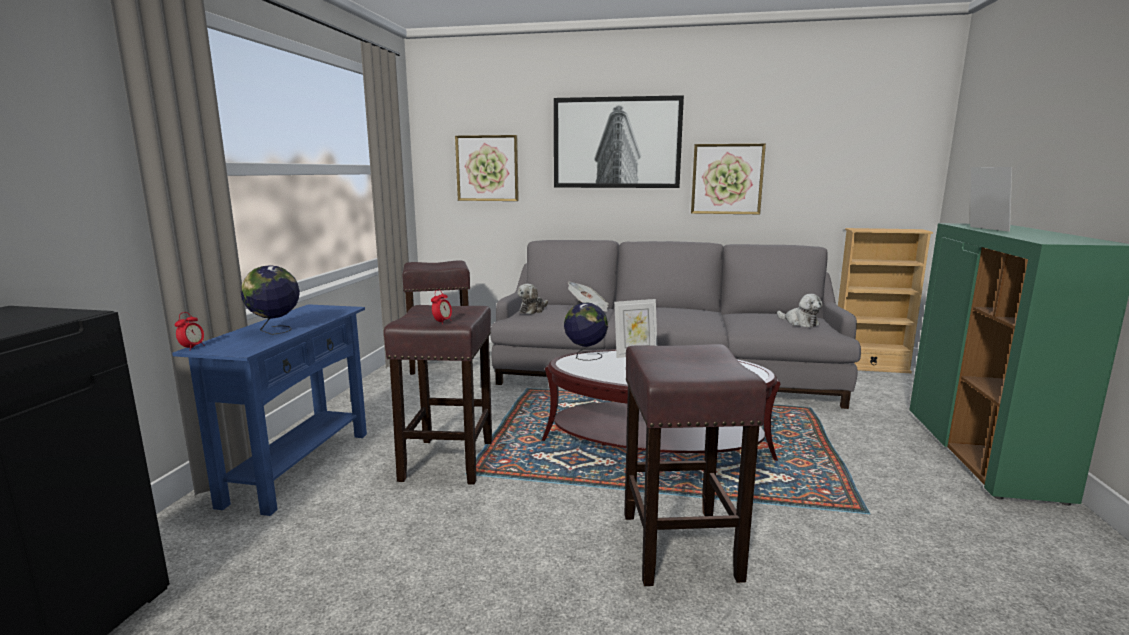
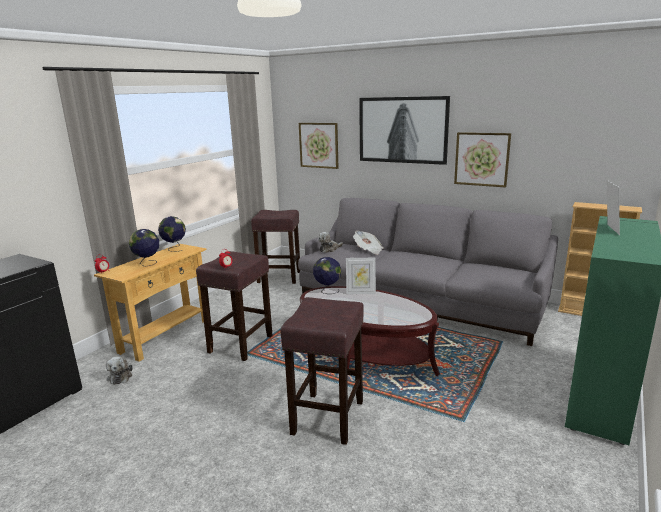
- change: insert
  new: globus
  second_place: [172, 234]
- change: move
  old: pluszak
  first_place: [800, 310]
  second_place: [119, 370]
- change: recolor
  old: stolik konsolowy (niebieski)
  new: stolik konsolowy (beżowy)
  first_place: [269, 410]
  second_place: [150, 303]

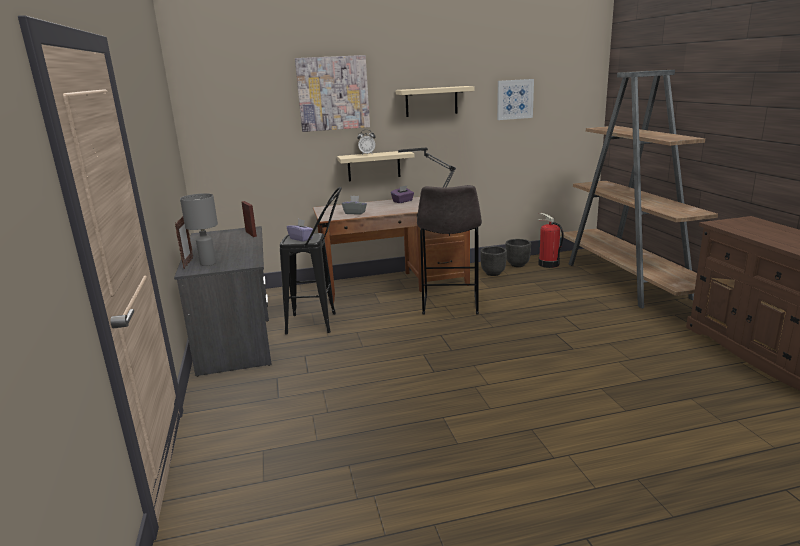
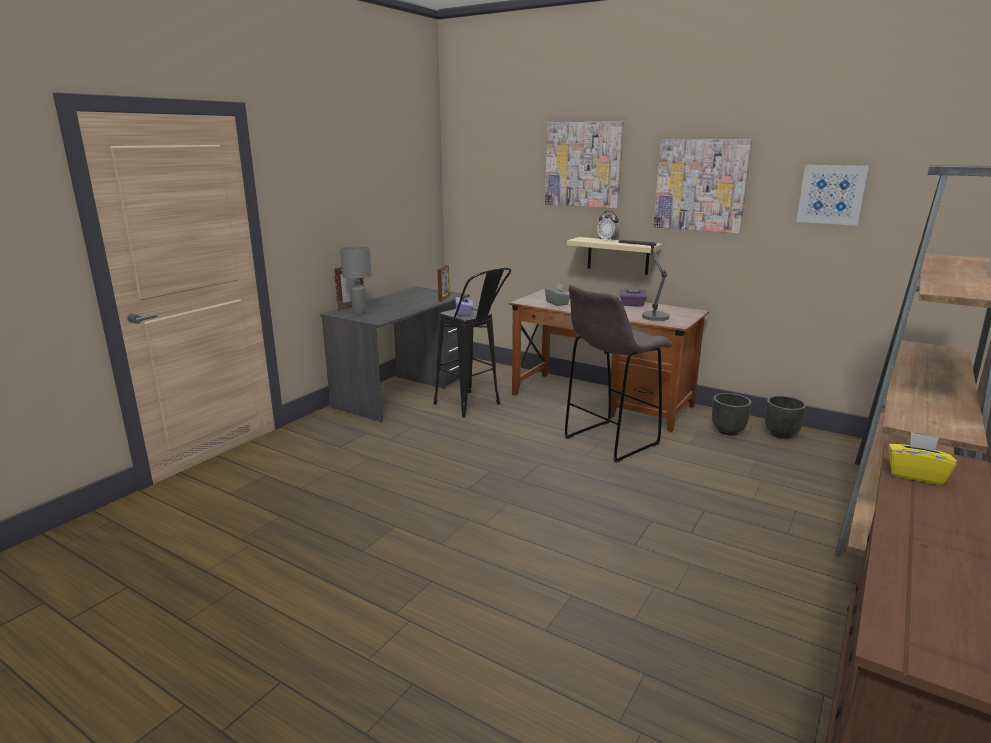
- change: delete
  old: gaśnica
  first_place: [550, 240]
- change: insert
  new: pudełko chusteczek (żółty)
  second_place: [922, 458]
- change: replace
  old: półka (beżowy)
  new: obraz
  first_place: [435, 101]
  second_place: [702, 186]

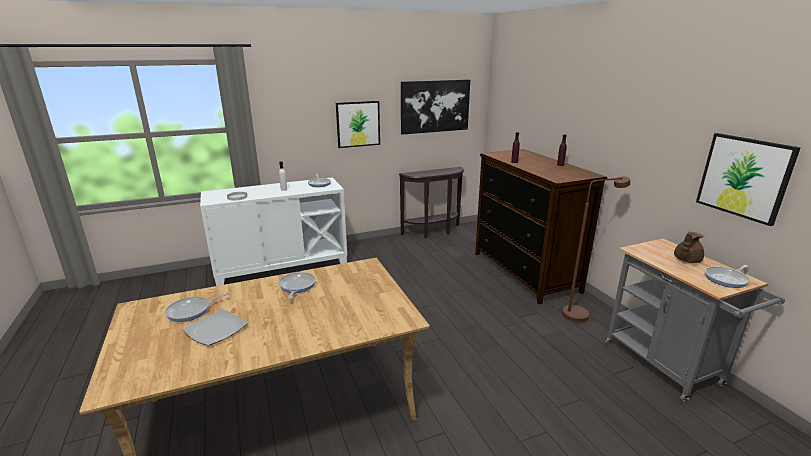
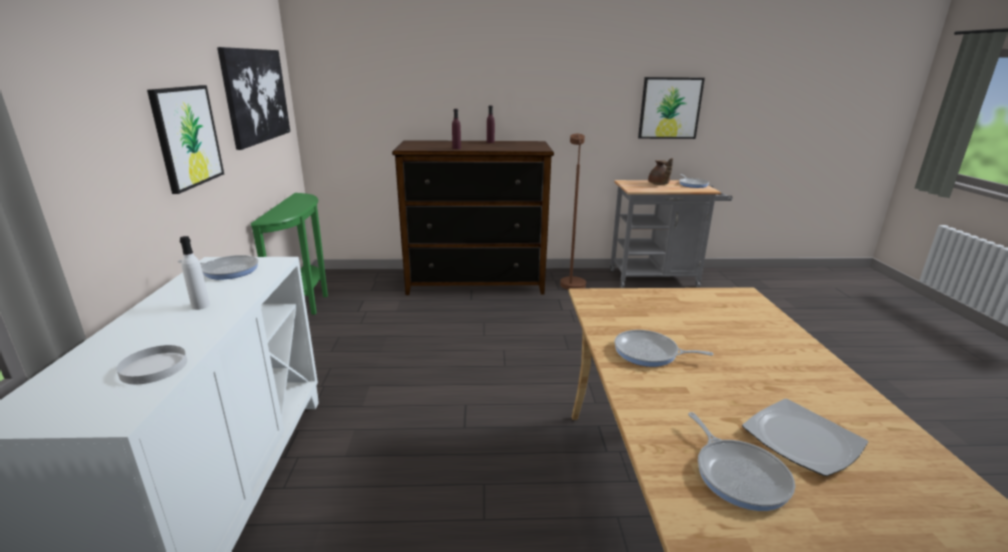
- change: recolor
  old: stolik konsolowy (brązowy)
  new: stolik konsolowy (zielony)
  first_place: [431, 202]
  second_place: [289, 254]

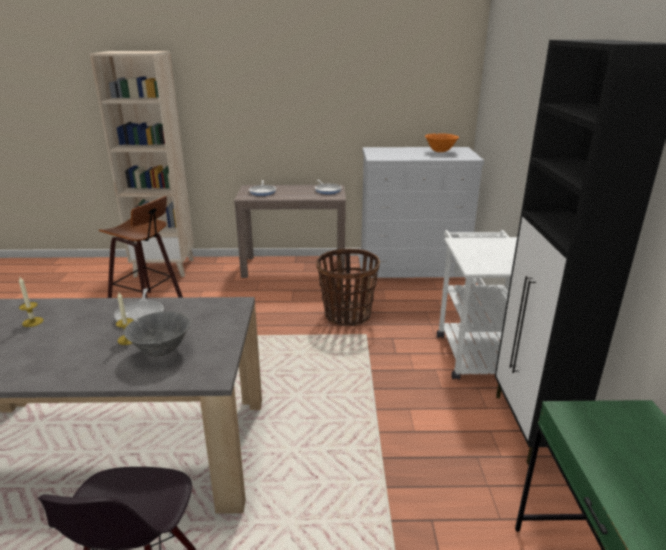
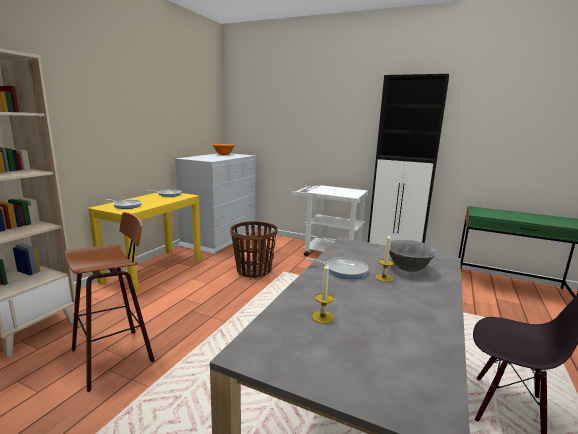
- change: recolor
  old: stolik konsolowy (brązowy)
  new: stolik konsolowy (żółty)
  first_place: [290, 231]
  second_place: [144, 242]

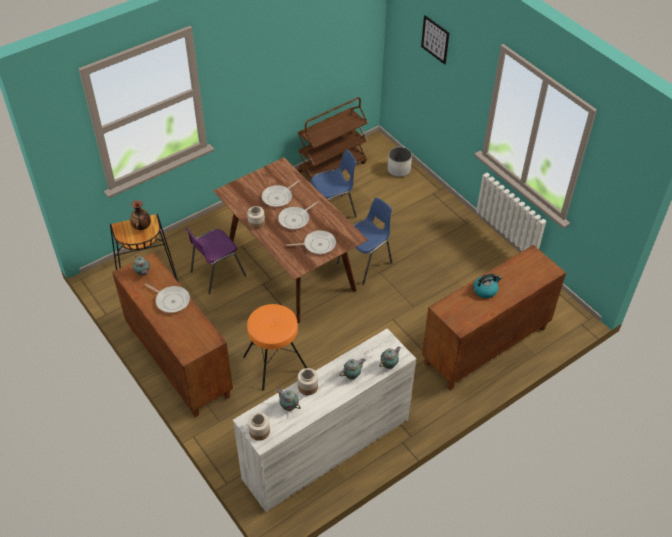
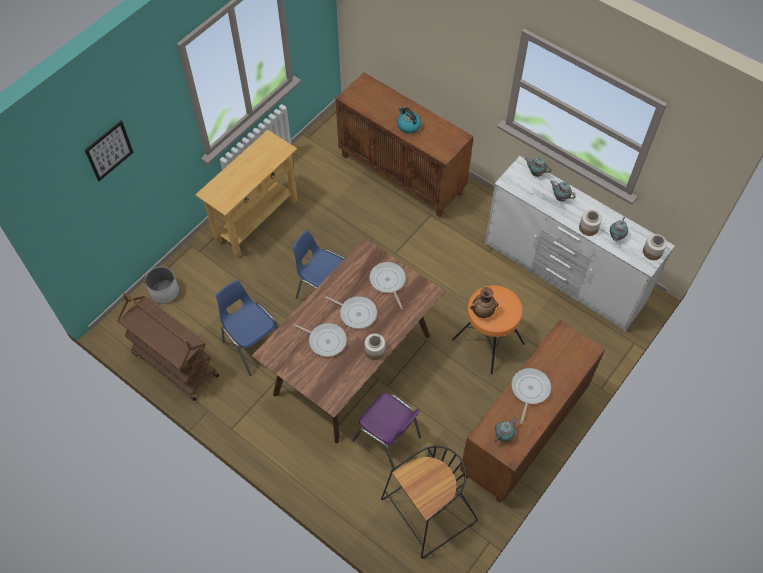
- change: insert
  new: stolik konsolowy (beżowy)
  second_place: [246, 194]
- change: move
  old: wazon
  first_place: [140, 215]
  second_place: [484, 302]

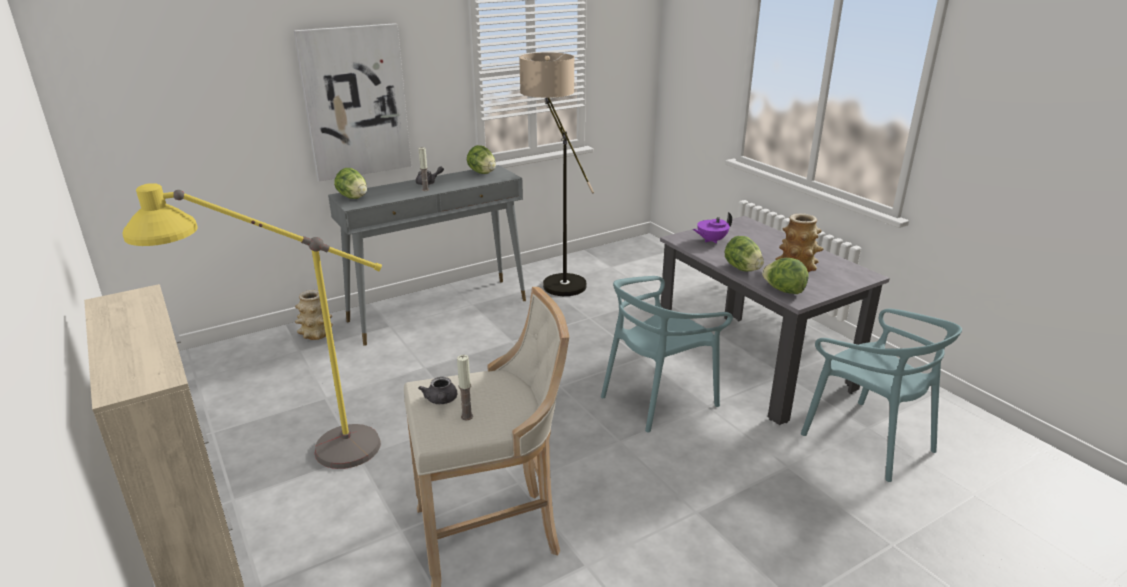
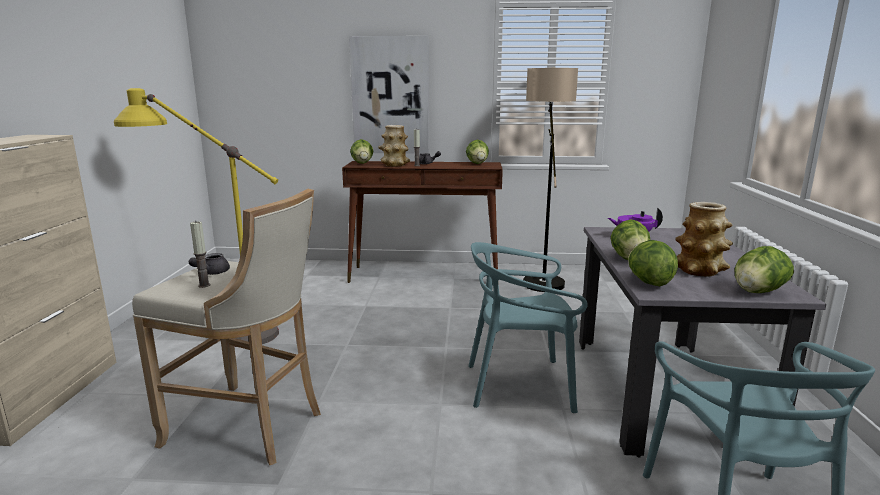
- change: insert
  new: sałata
  second_place: [764, 269]
- change: move
  old: wazon
  first_place: [314, 315]
  second_place: [394, 146]
- change: recolor
  old: stolik konsolowy (szary)
  new: stolik konsolowy (brązowy)
  first_place: [427, 255]
  second_place: [422, 222]

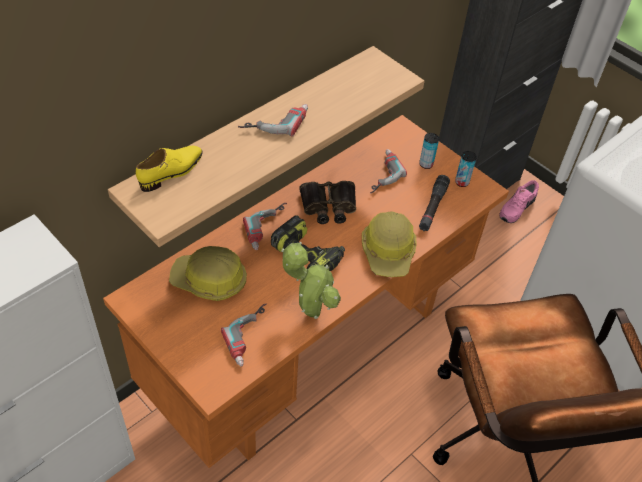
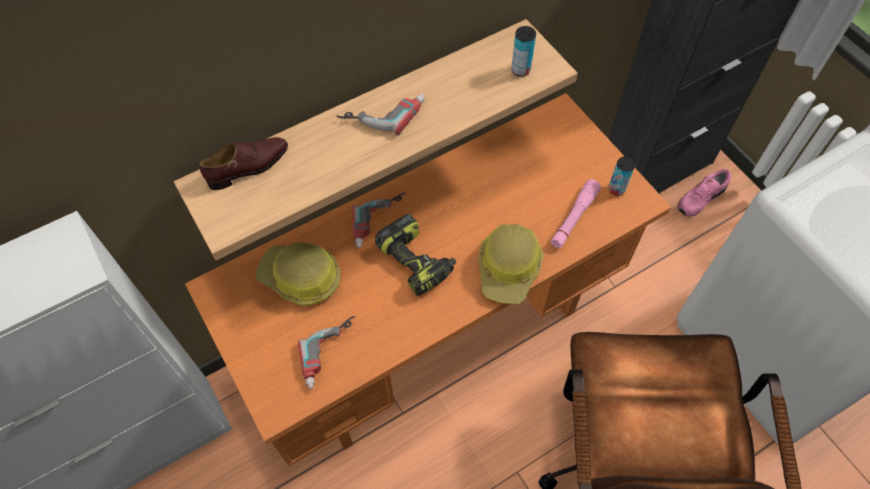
- change: delete
  old: roślina doniczkowa
  first_place: [311, 280]
- change: delete
  old: lornetka
  first_place: [327, 202]
- change: delete
  old: wiertarka
  first_place: [388, 171]
- change: move
  old: puszka
  first_place: [429, 151]
  second_place: [523, 51]
- change: recolor
  old: but (żółty)
  new: but (brązowy)
  first_place: [169, 169]
  second_place: [243, 163]
- change: recolor
  old: latarka (czarny)
  new: latarka (różowy)
  first_place: [434, 203]
  second_place: [576, 214]

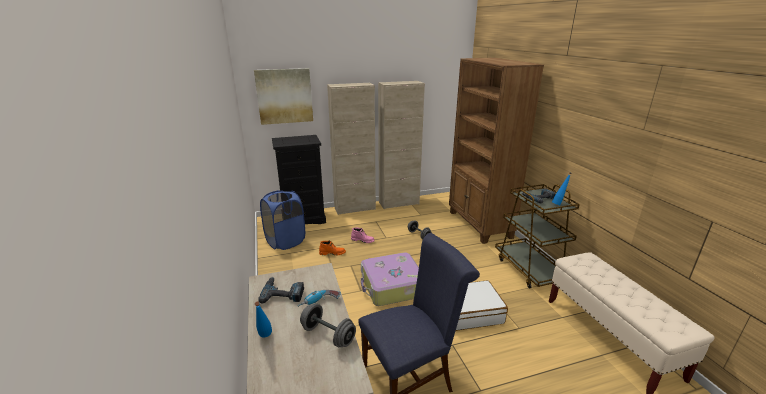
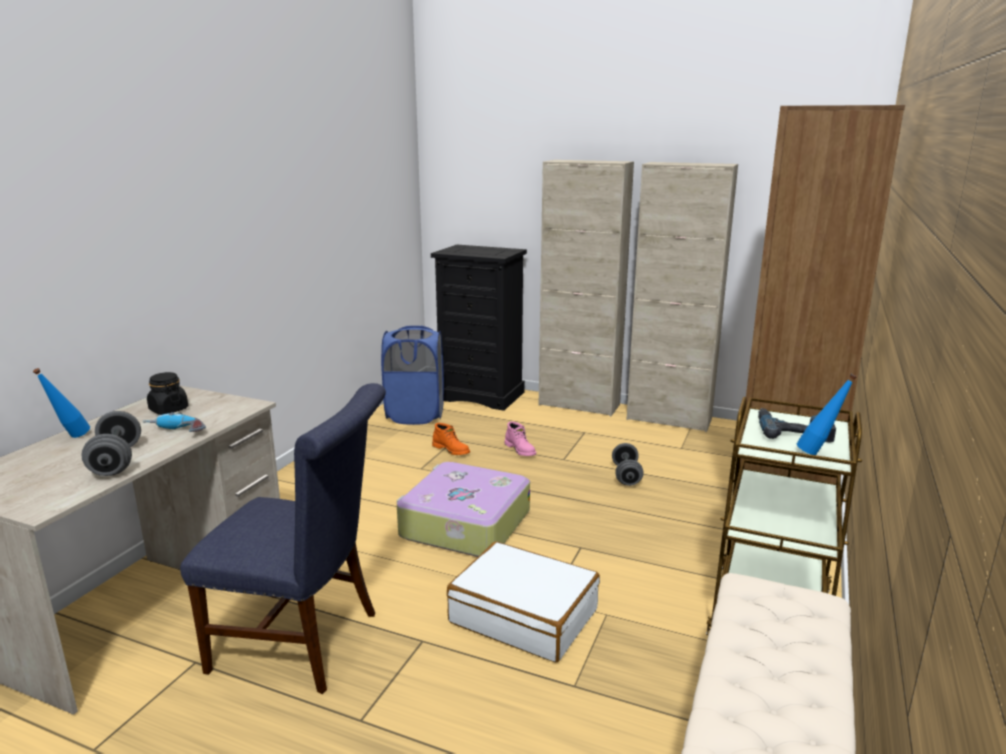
- change: delete
  old: obraz
  first_place: [283, 96]
- change: replace
  old: wiertarka
  new: słoik (czarny)
  first_place: [281, 290]
  second_place: [167, 393]

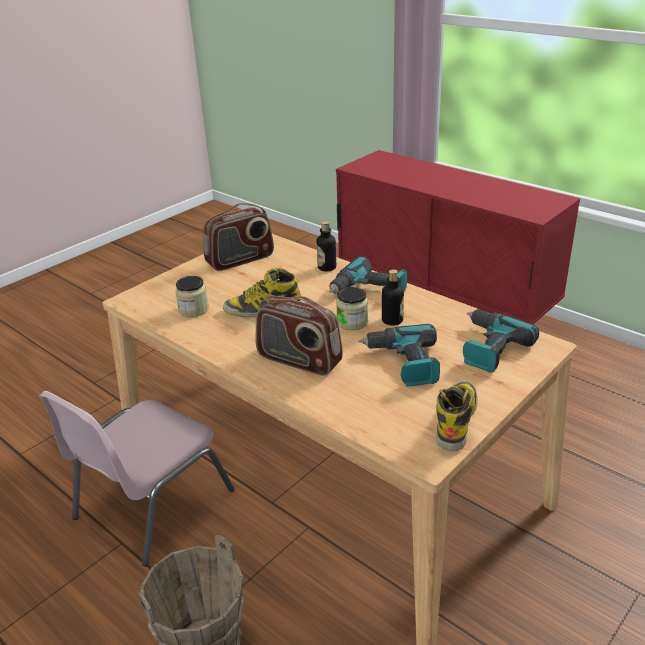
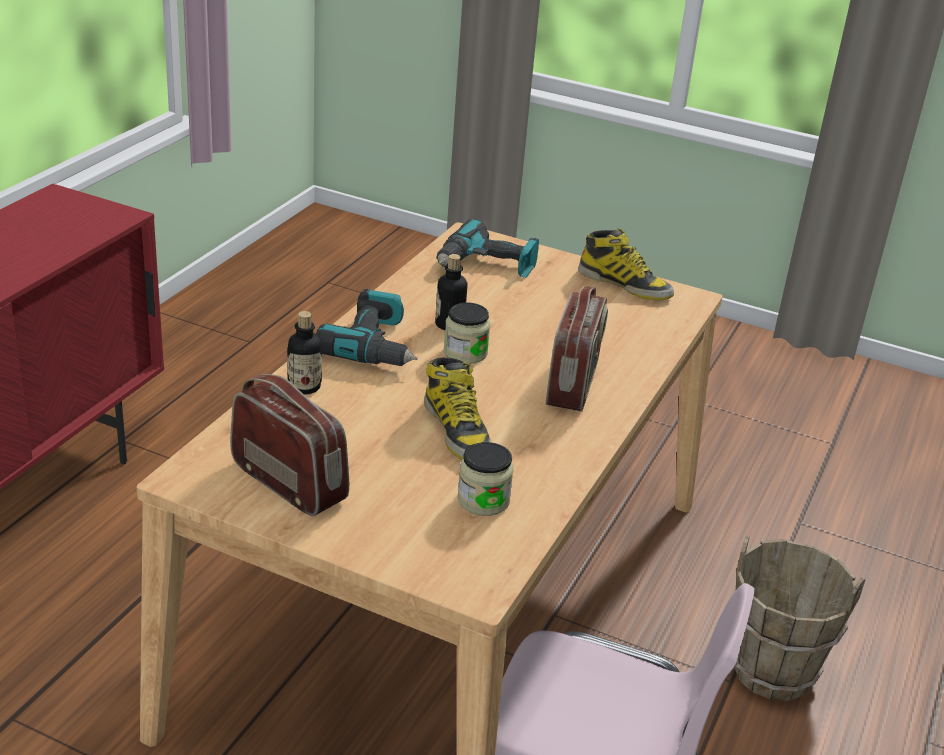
- change: delete
  old: wiertarka
  first_place: [399, 355]
- change: rotate
  old: but z cholewką
  first_place: [457, 416]
  second_place: [626, 264]
  degrees: -150

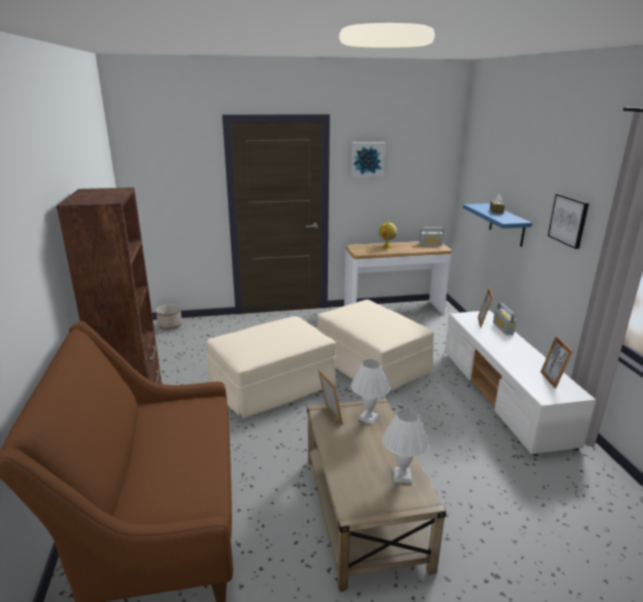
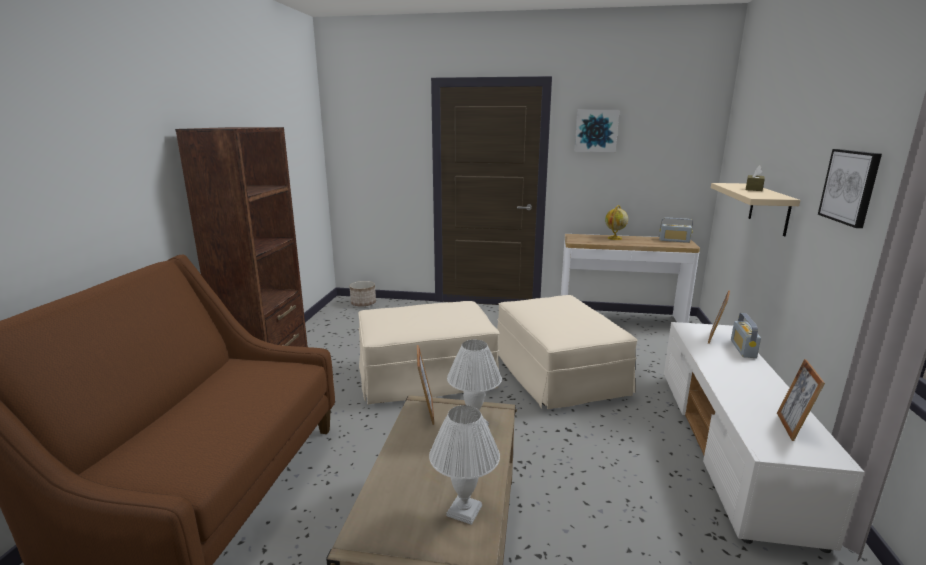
- change: recolor
  old: półka (niebieski)
  new: półka (beżowy)
  first_place: [497, 225]
  second_place: [755, 210]

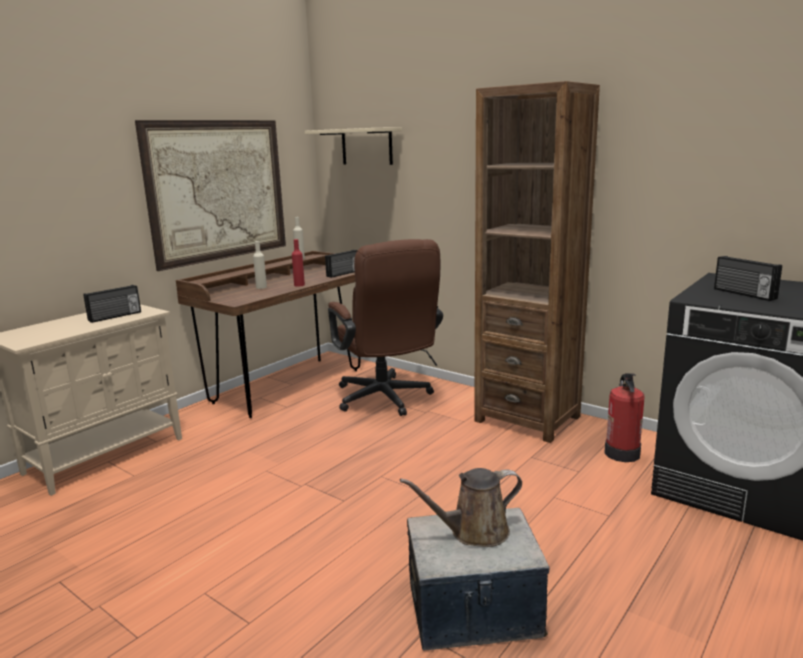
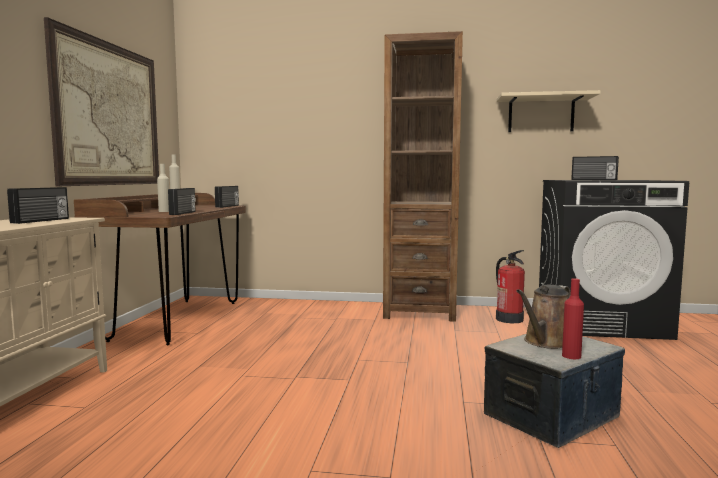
- change: delete
  old: krzesło biurowe (brązowy)
  first_place: [385, 327]
- change: insert
  new: radio
  second_place: [182, 201]
- change: move
  old: butelka (czerwony)
  first_place: [298, 263]
  second_place: [573, 319]
- change: move
  old: półka (beżowy)
  first_place: [353, 146]
  second_place: [549, 111]

